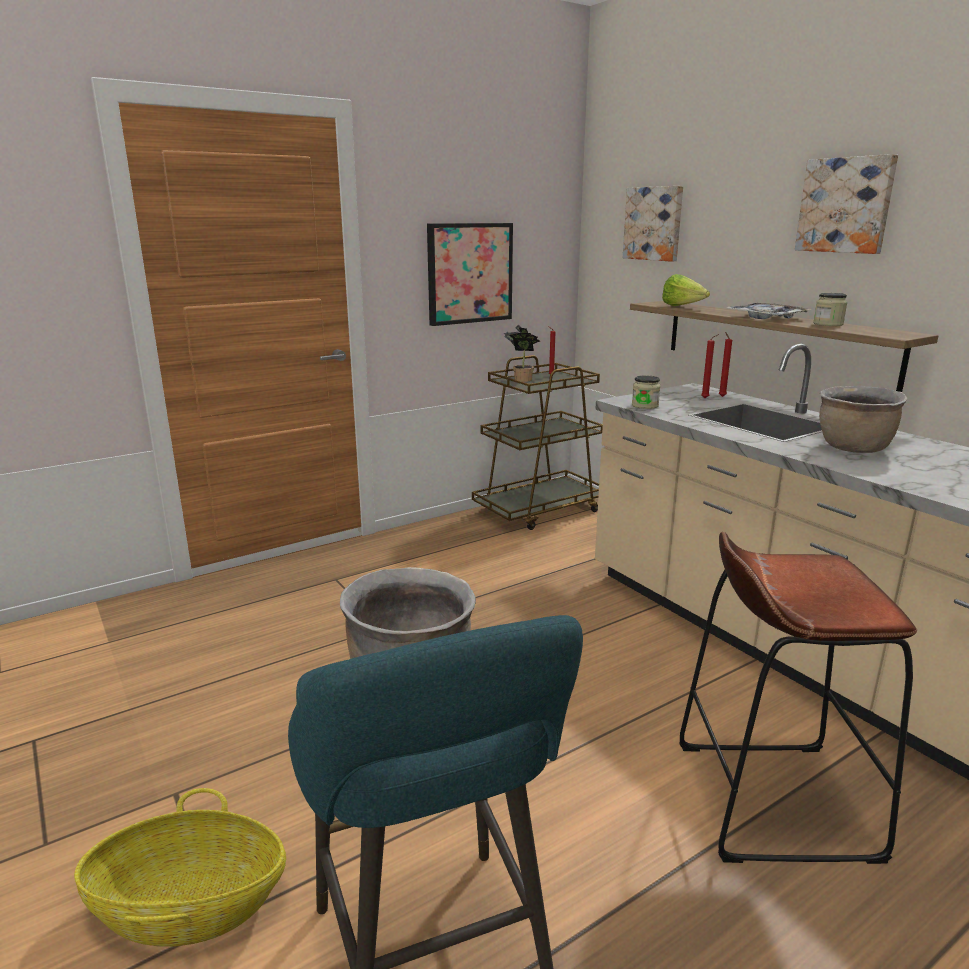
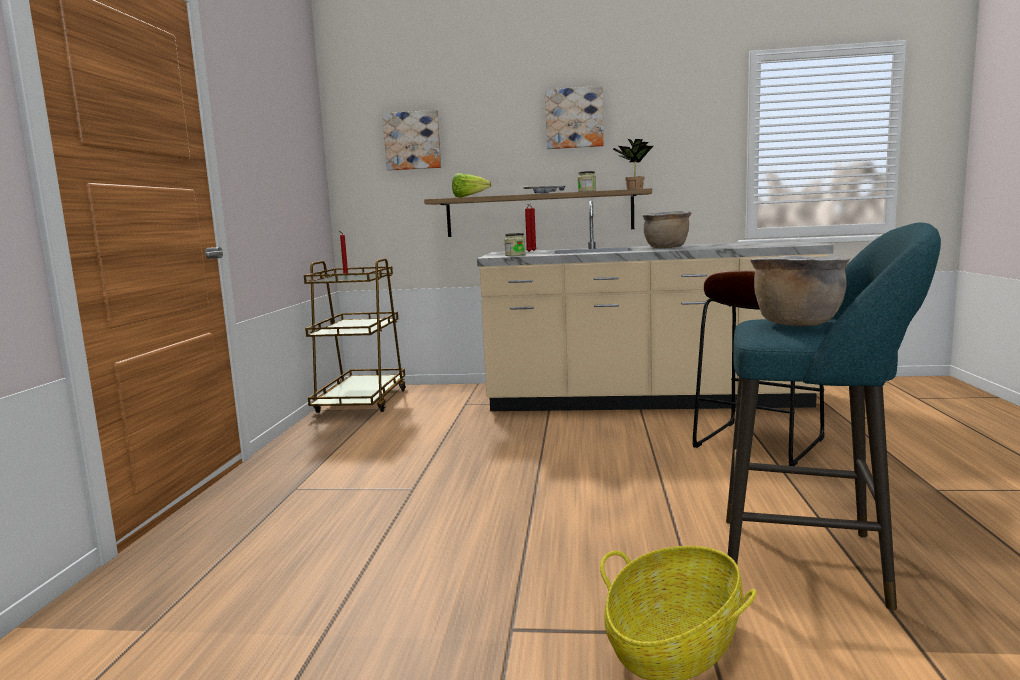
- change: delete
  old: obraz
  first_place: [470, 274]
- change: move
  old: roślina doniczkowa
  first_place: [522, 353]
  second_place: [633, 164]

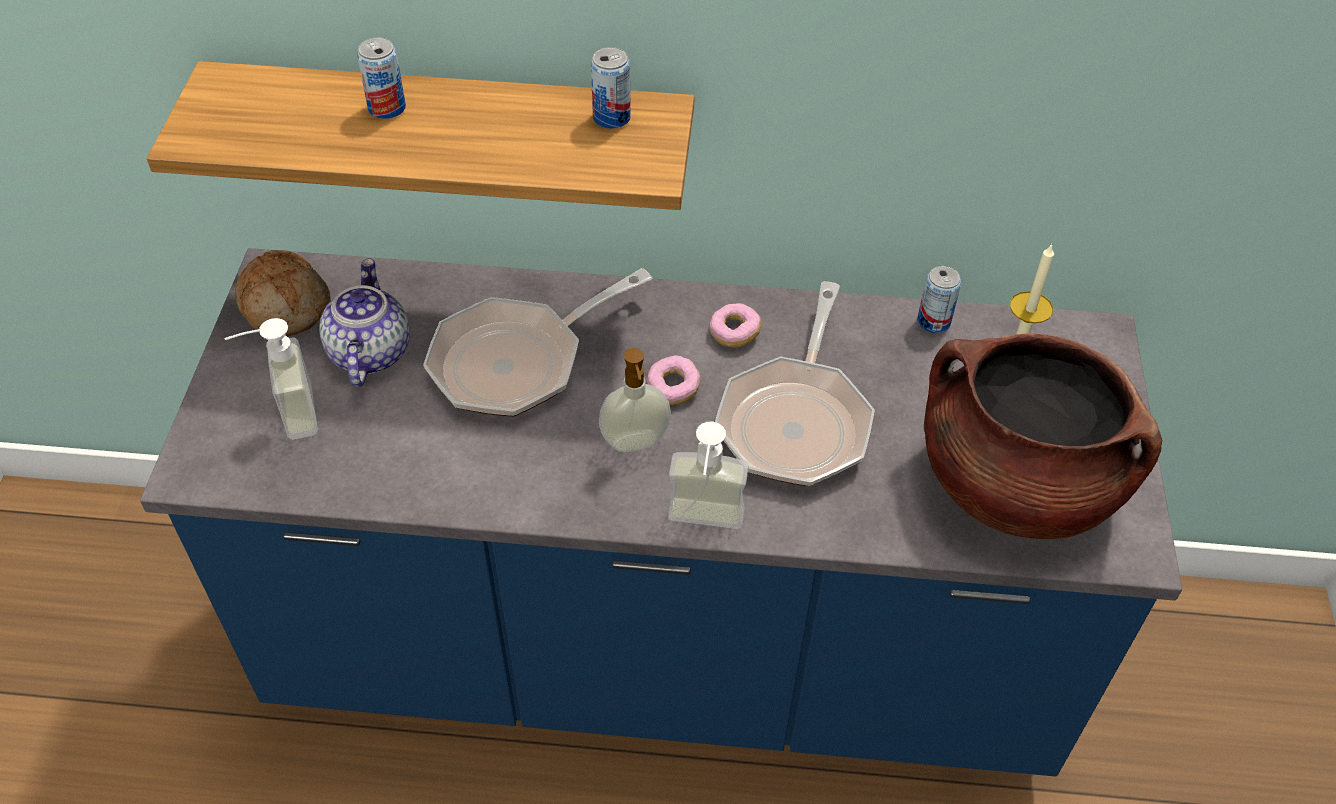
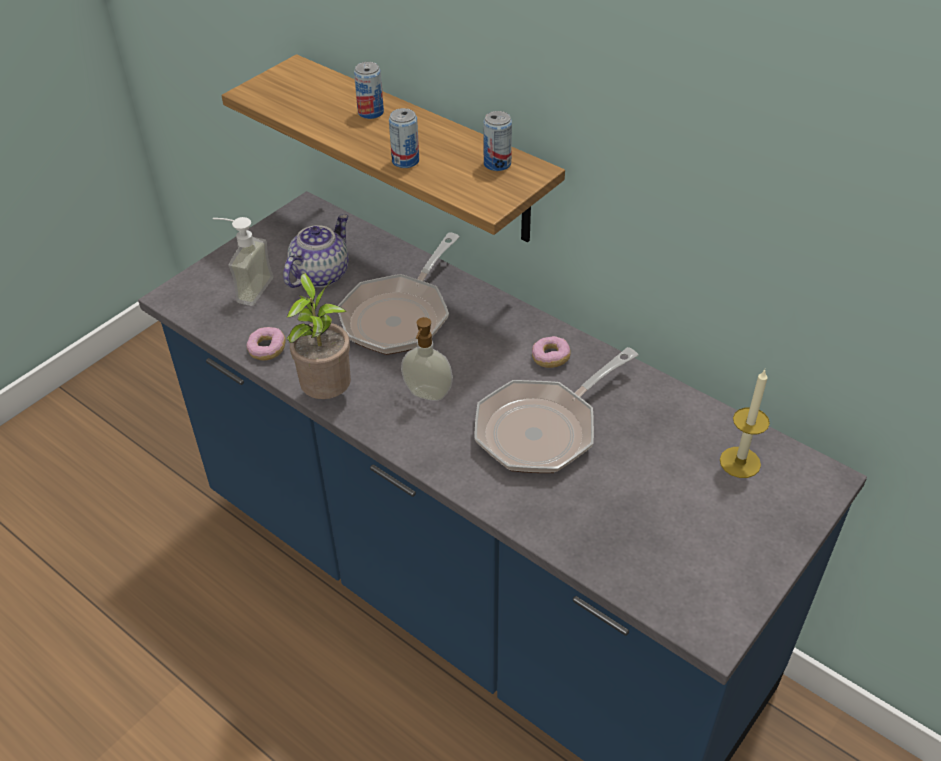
- change: delete
  old: chleb
  first_place: [283, 293]
- change: delete
  old: dozownik mydła
  first_place: [708, 475]
- change: delete
  old: garnek (brązowy)
  first_place: [1043, 436]
- change: insert
  new: roślina doniczkowa
  second_place: [319, 336]
- change: move
  old: donut
  first_place: [674, 380]
  second_place: [266, 344]
- change: move
  old: puszka
  first_place: [939, 299]
  second_place: [404, 138]
- change: rotate
  old: patelnia
  first_place: [537, 342]
  second_place: [399, 293]
  degrees: -60

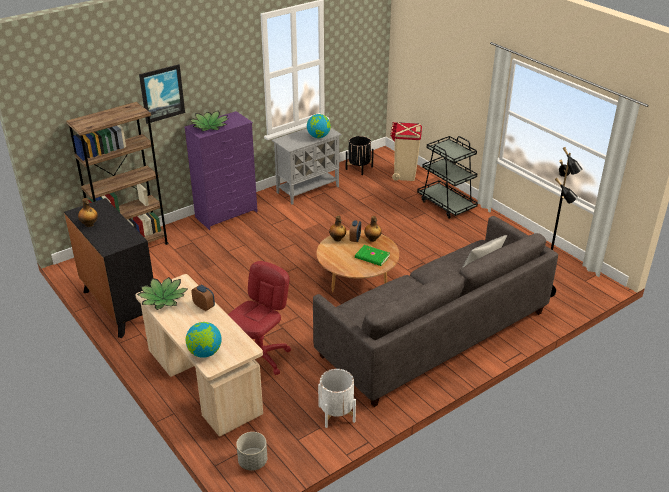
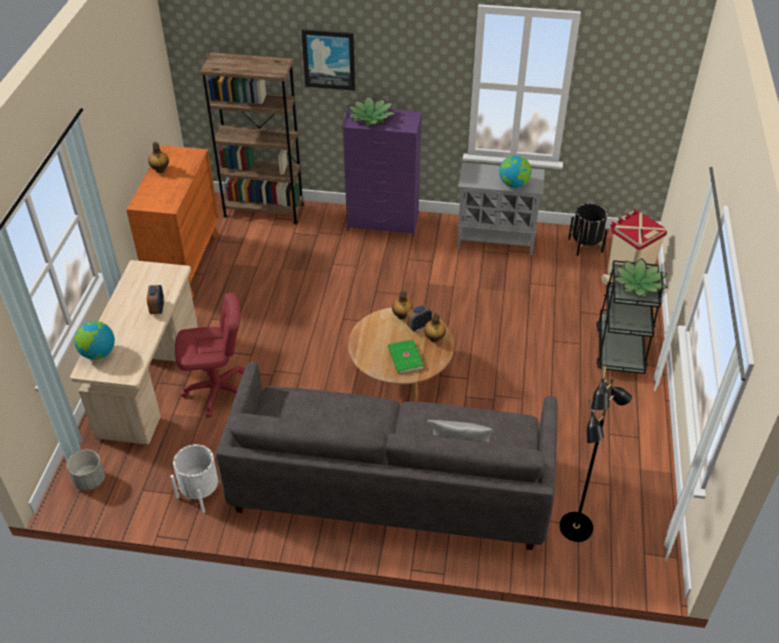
- change: move
  old: roślina doniczkowa
  first_place: [162, 293]
  second_place: [641, 278]
- change: recolor
  old: komoda (czarny)
  new: komoda (pomarańczowy)
  first_place: [108, 268]
  second_place: [173, 221]

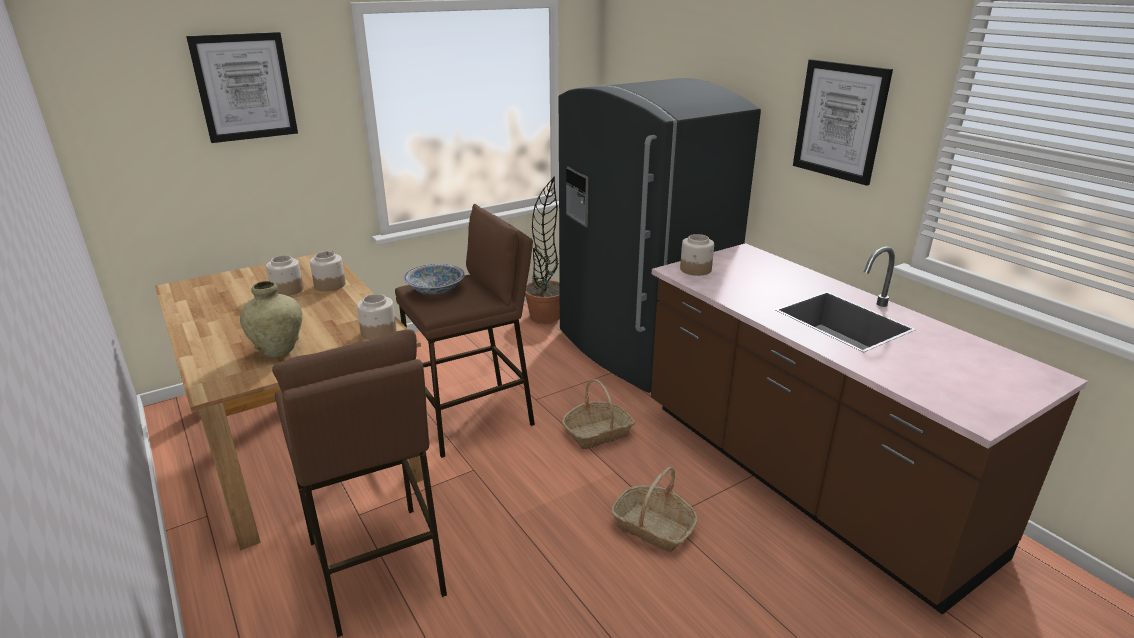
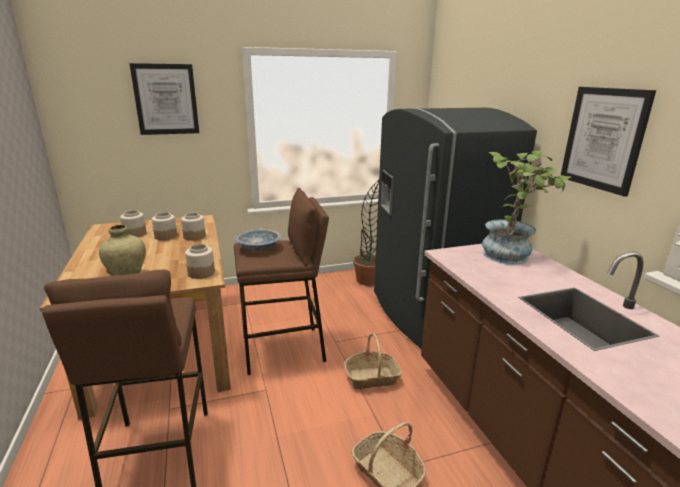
- change: insert
  new: roślina doniczkowa
  second_place: [526, 207]
- change: move
  old: słoik
  first_place: [697, 255]
  second_place: [133, 223]

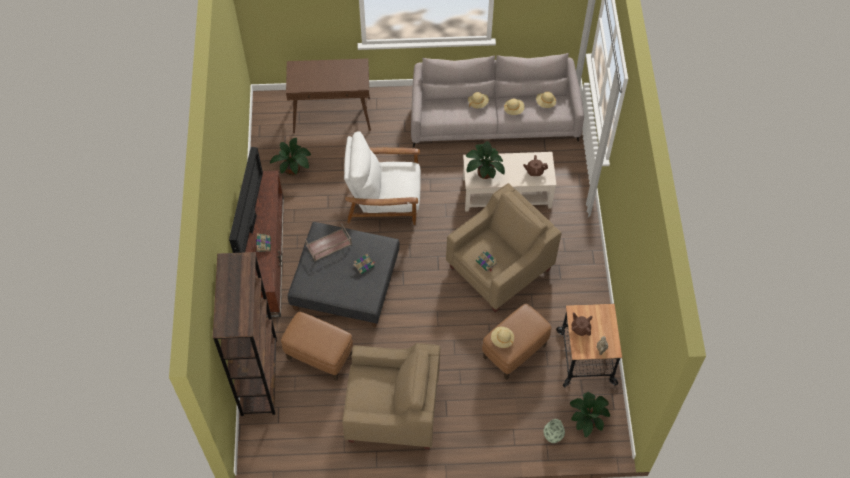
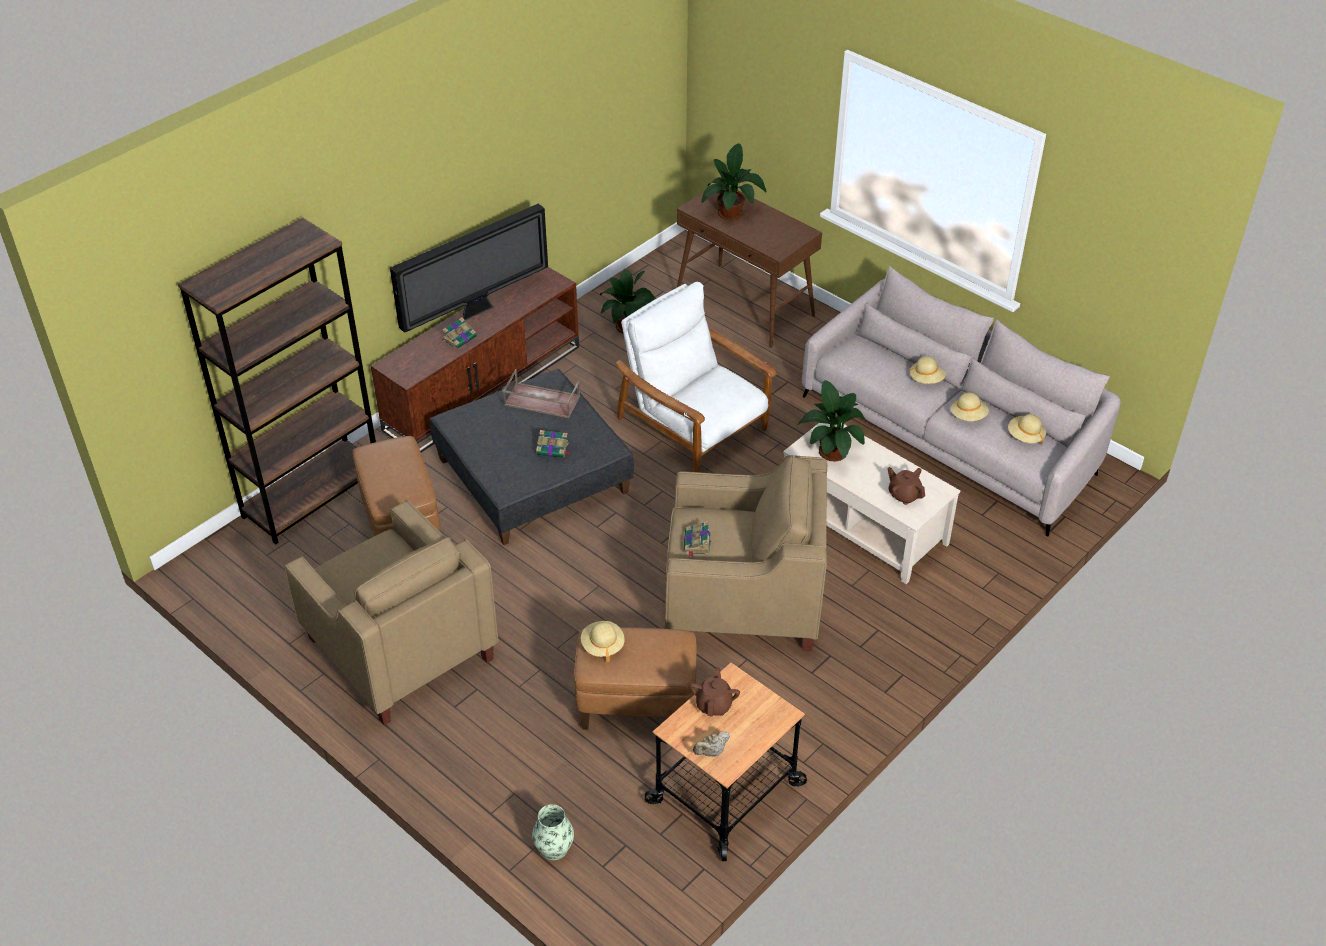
- change: move
  old: roślina doniczkowa
  first_place: [590, 415]
  second_place: [733, 181]

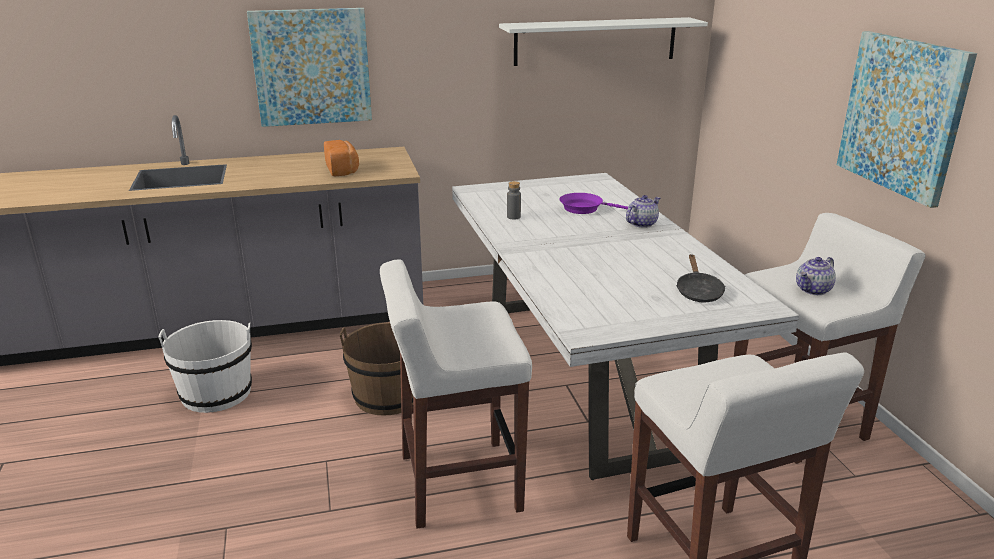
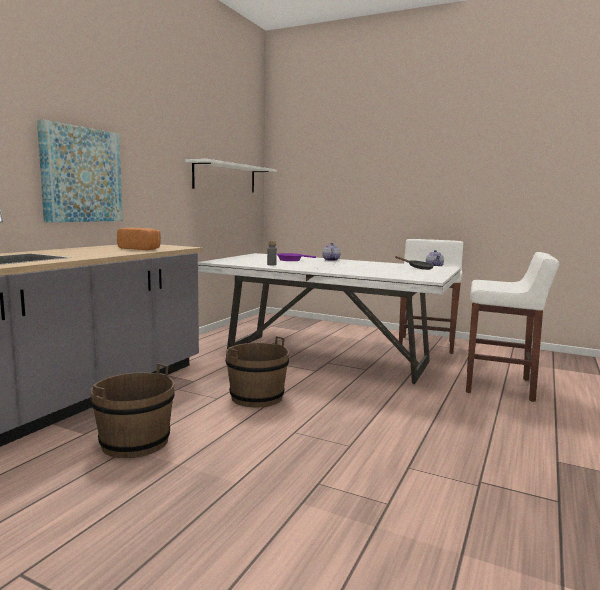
- change: delete
  old: stołek (biały)
  first_place: [456, 394]
- change: delete
  old: obraz
  first_place: [907, 119]
- change: recolor
  old: wiadro (biały)
  new: wiadro (brązowy)
  first_place: [205, 366]
  second_place: [132, 410]

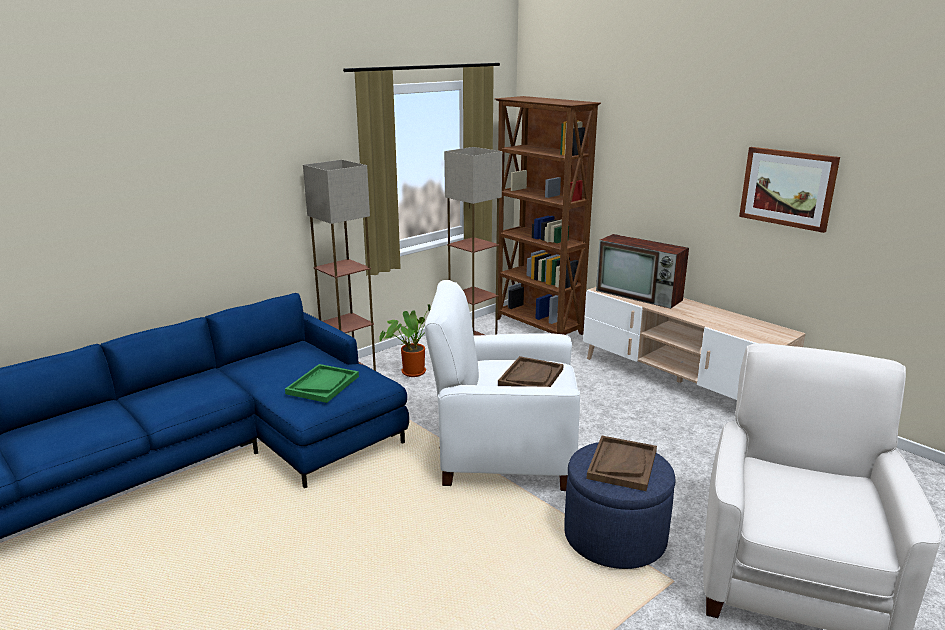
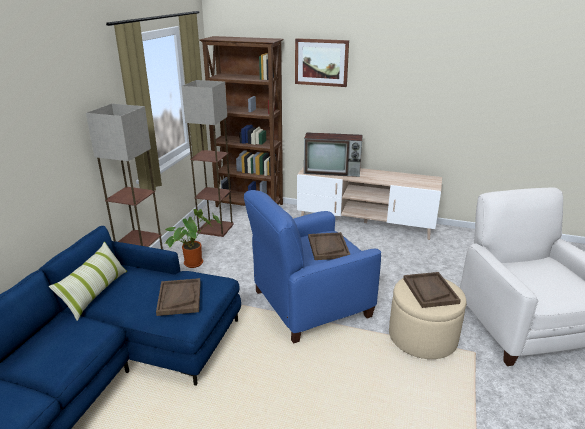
- change: insert
  new: poduszka
  second_place: [88, 281]
- change: move
  old: obraz
  first_place: [789, 190]
  second_place: [322, 62]
- change: recolor
  old: taca (zielony)
  new: taca (brązowy)
  first_place: [322, 383]
  second_place: [178, 297]
- change: recolor
  old: fotel (biały)
  new: fotel (niebieski)
  first_place: [502, 385]
  second_place: [312, 266]
- change: recolor
  old: pufa (niebieski)
  new: pufa (beżowy)
  first_place: [620, 505]
  second_place: [428, 318]

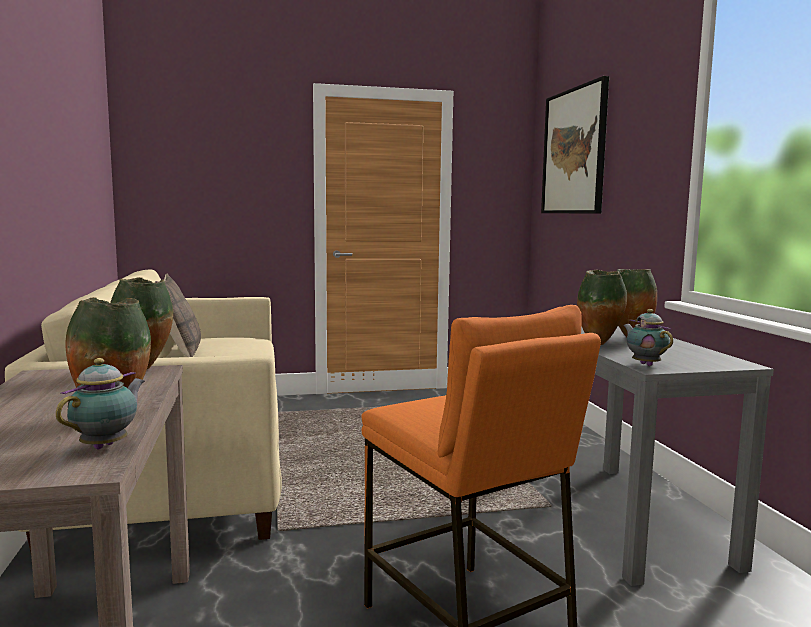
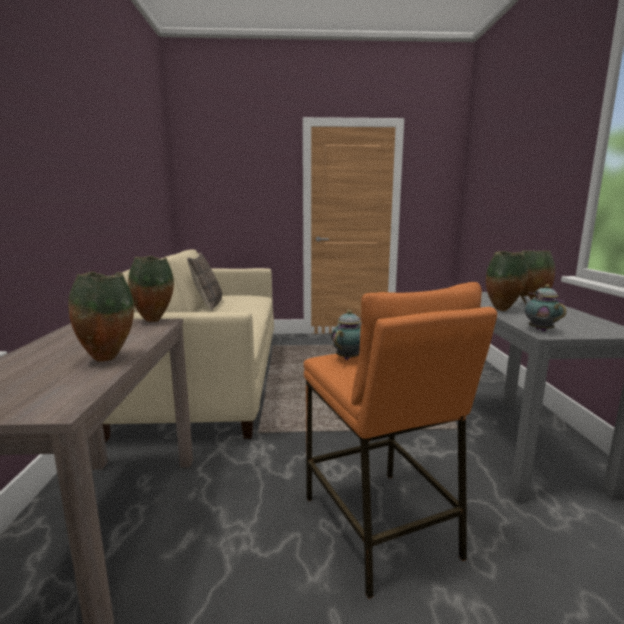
- change: delete
  old: obraz
  first_place: [575, 145]
- change: move
  old: imbryk
  first_place: [100, 403]
  second_place: [346, 335]

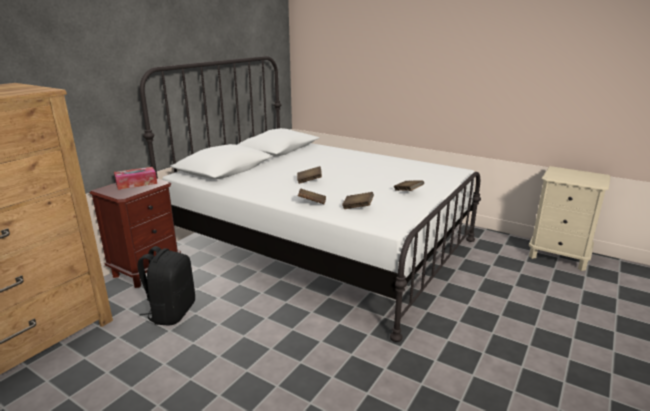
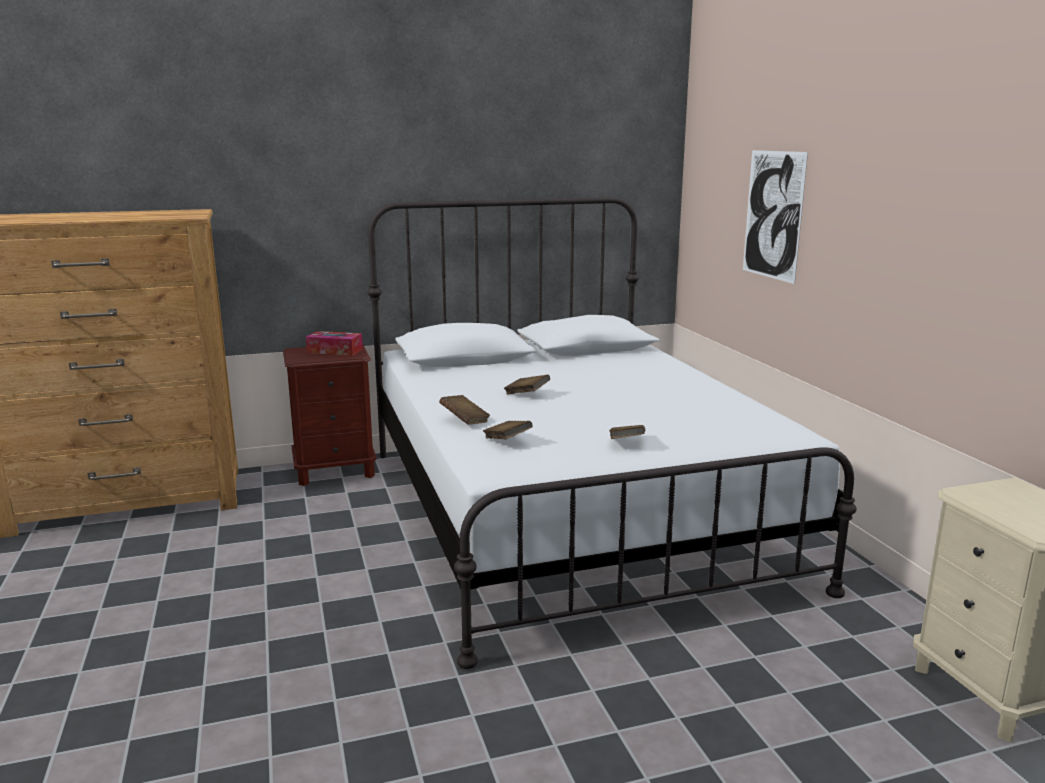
- change: delete
  old: plecak (czarny)
  first_place: [166, 286]
- change: insert
  new: obraz
  second_place: [775, 217]

